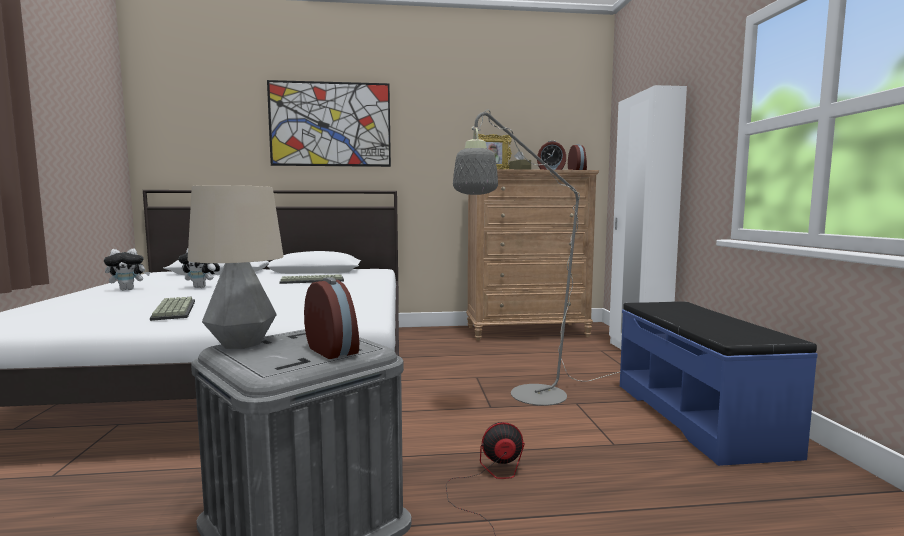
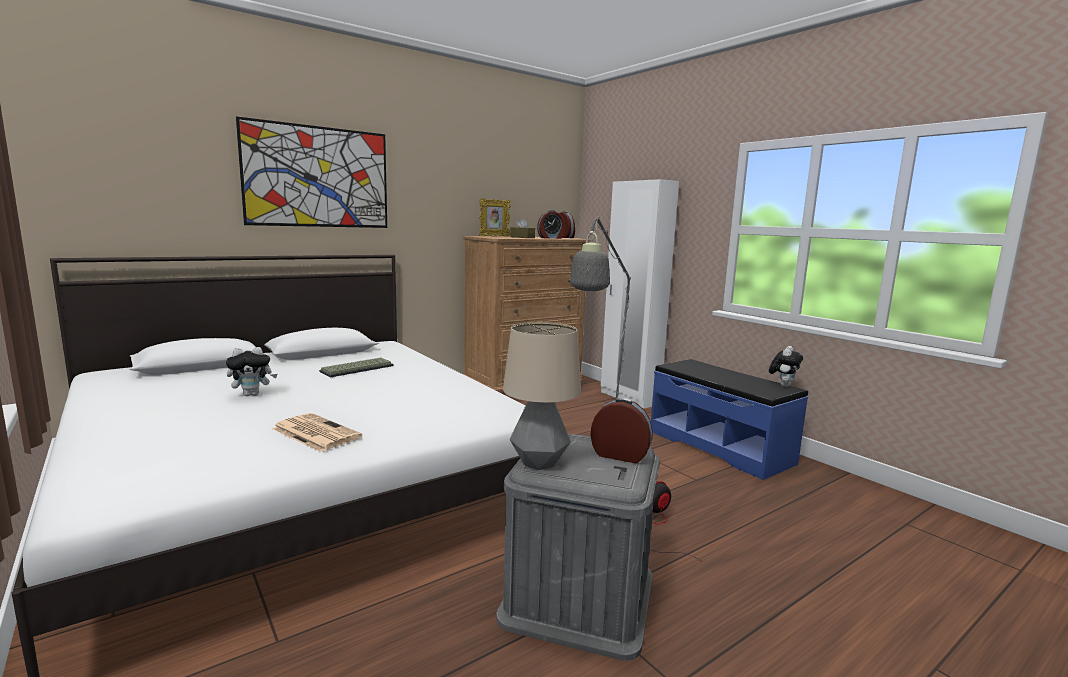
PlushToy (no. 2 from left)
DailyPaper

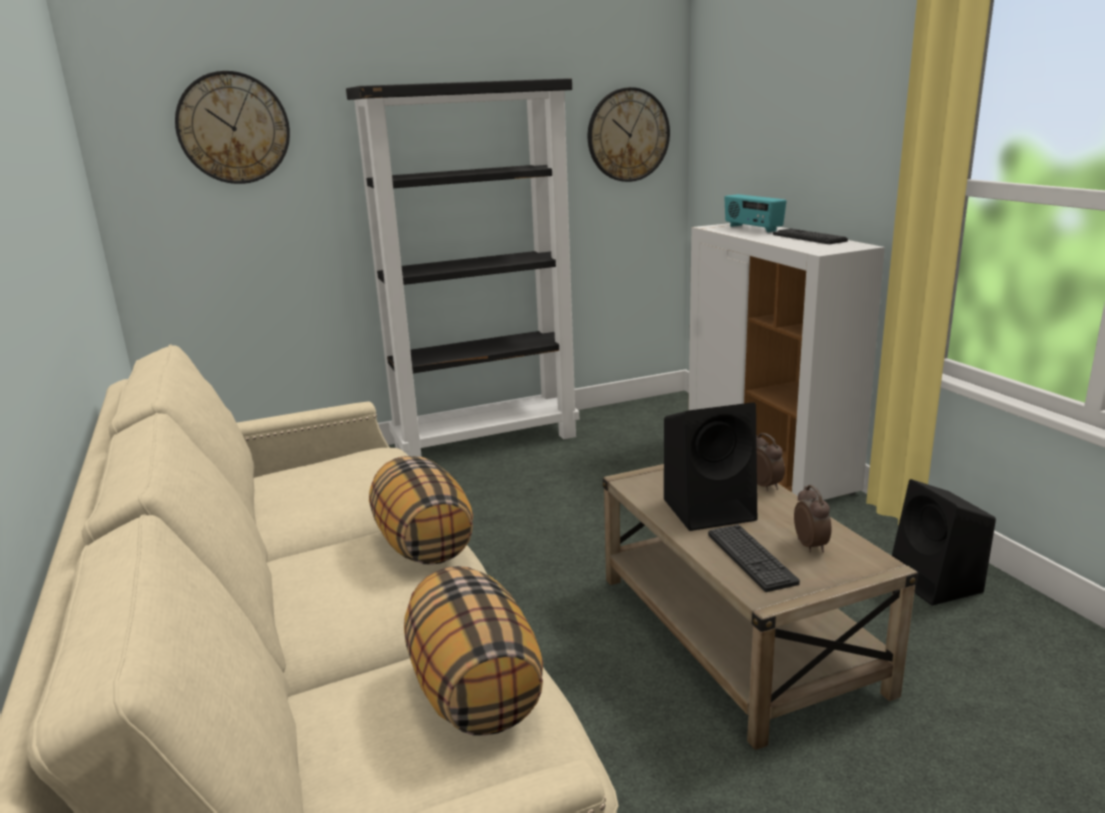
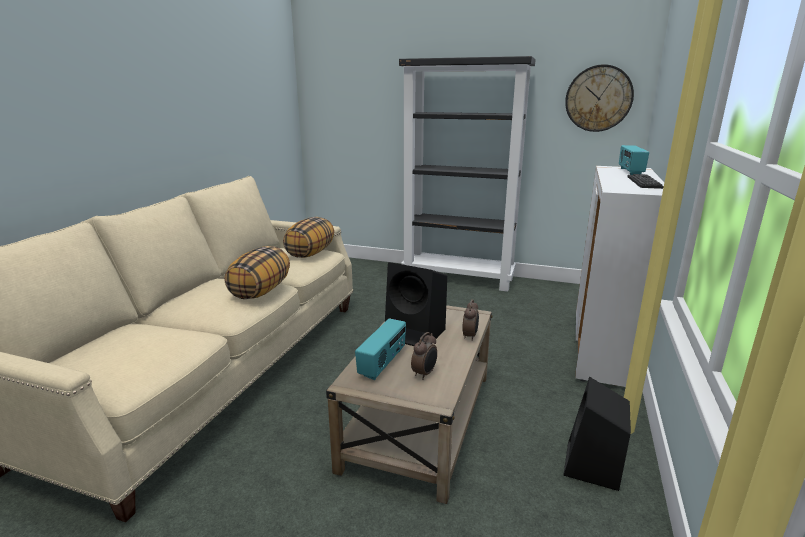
HangingClock (no. 1 from left in the first image)
Pillow (no. 2 from left)
RadioSet (no. 1 from left)

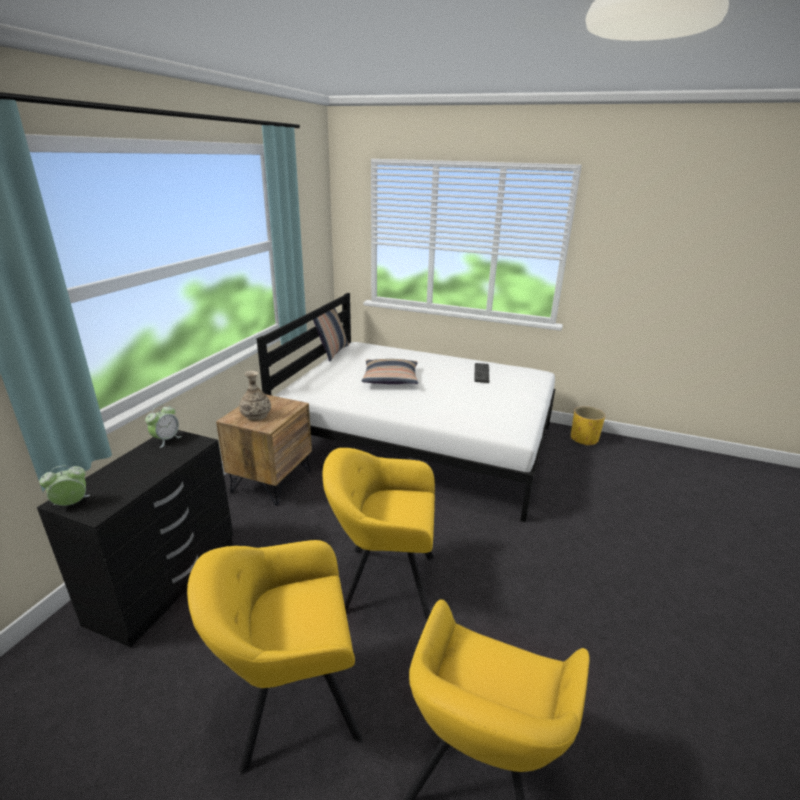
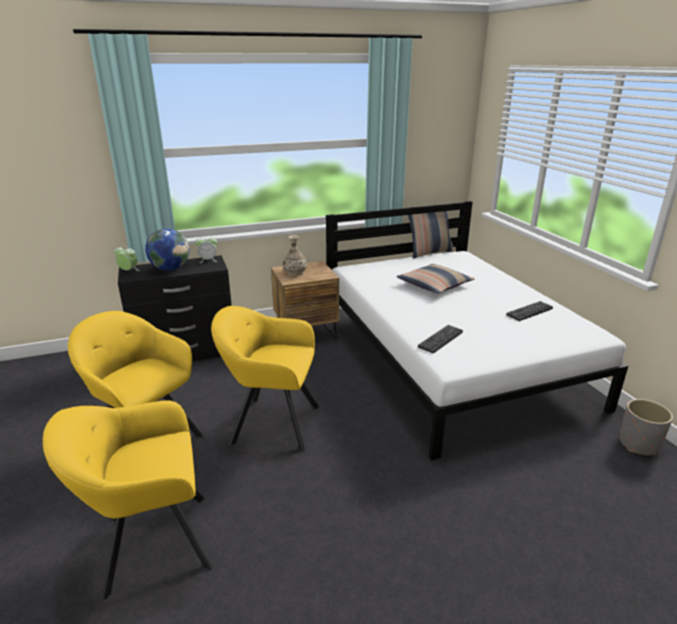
YellowishArmchair (no. 3 from left)
GrayPlantPot
DeskGlobe
Keyboard (no. 1 from left)

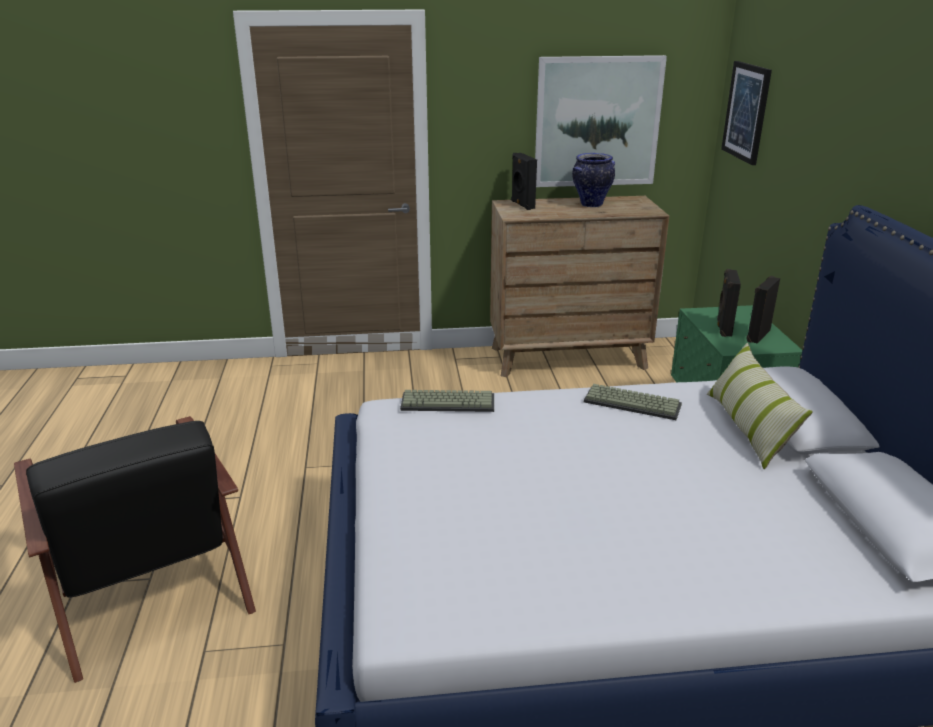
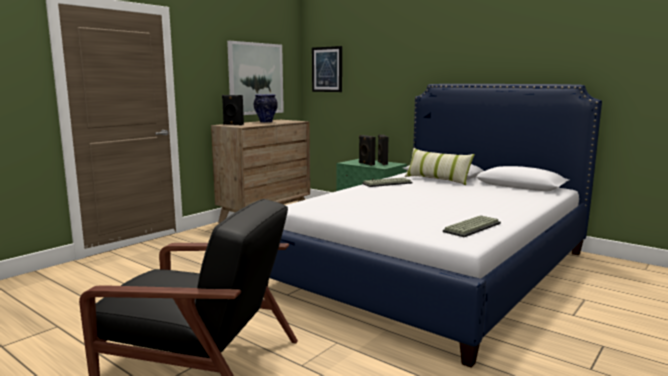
Keyboard (no. 2 from left)

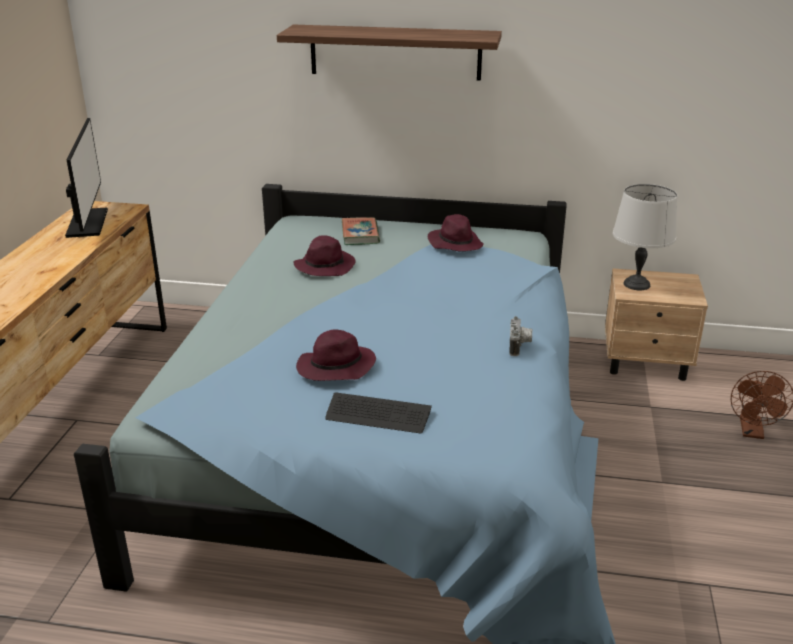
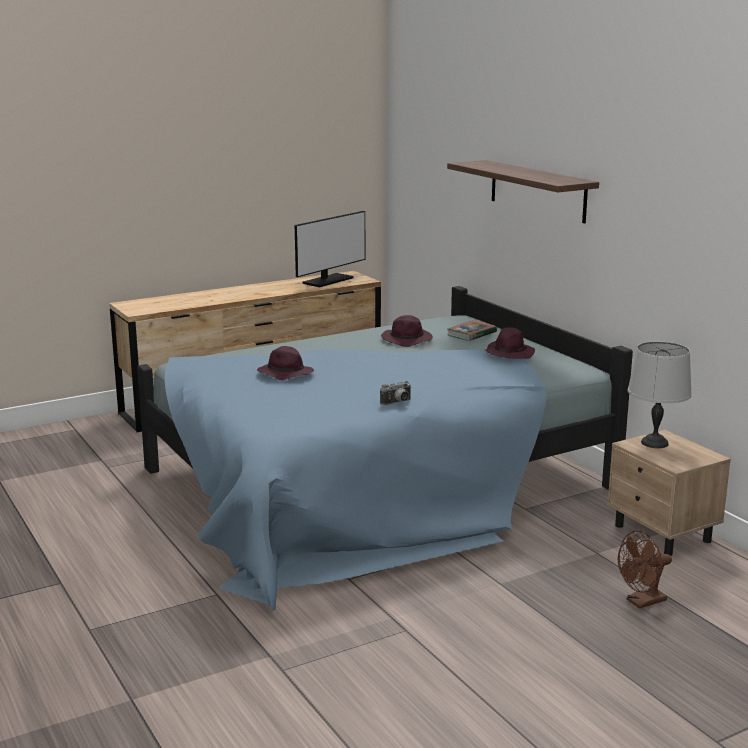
Keyboard

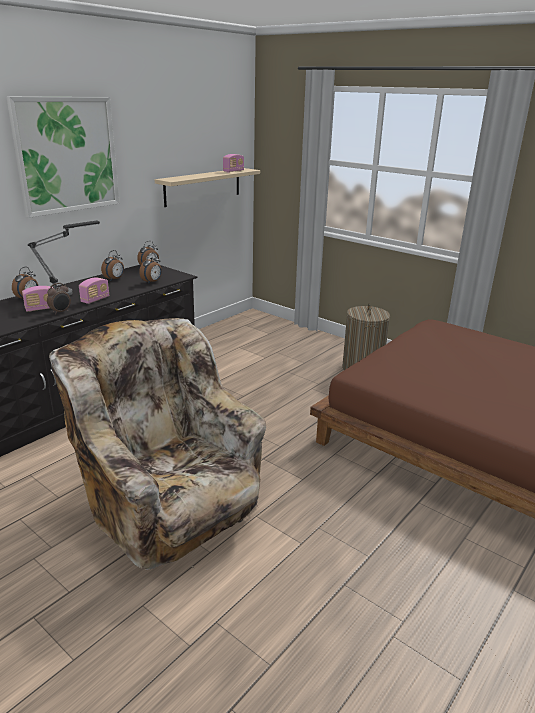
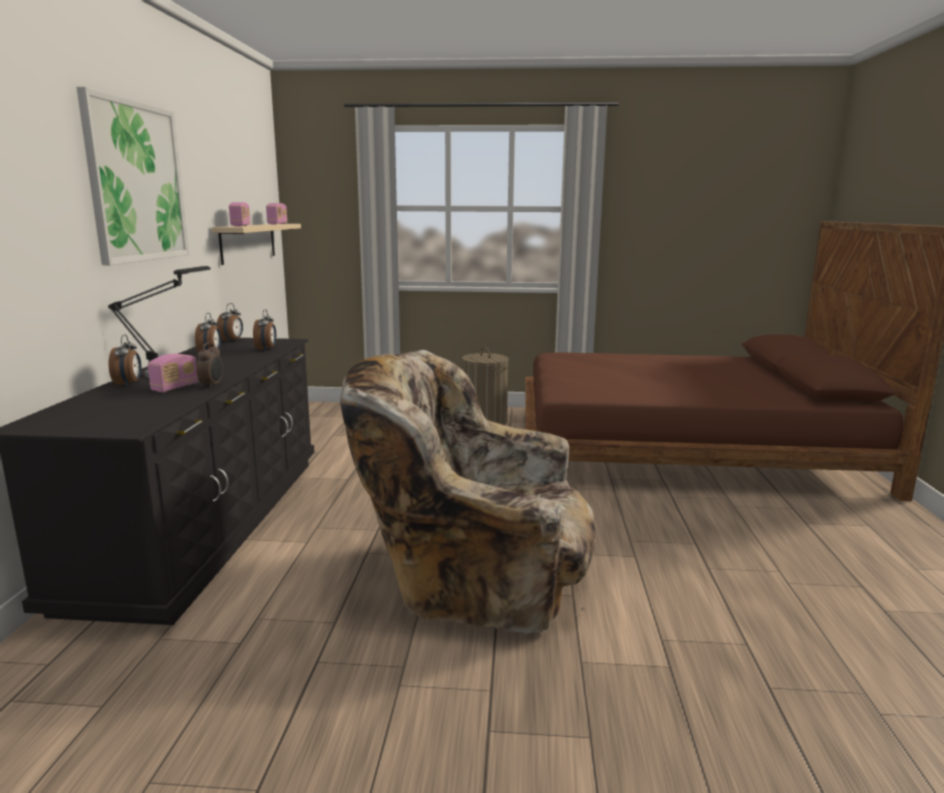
RadioSet (no. 2 from left)

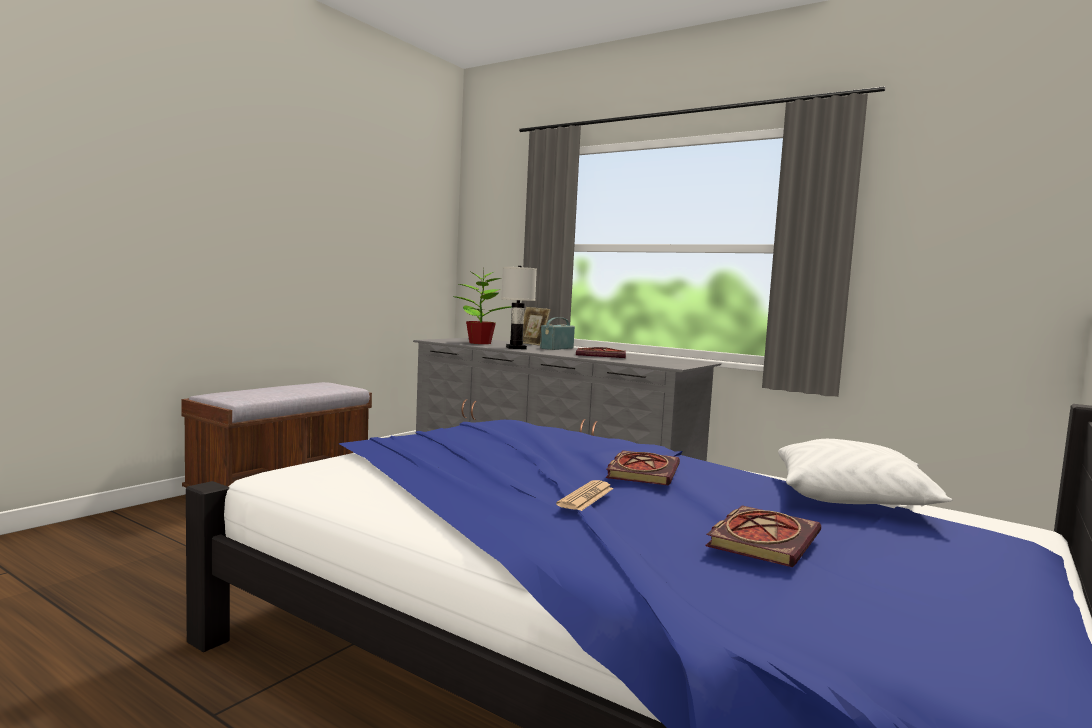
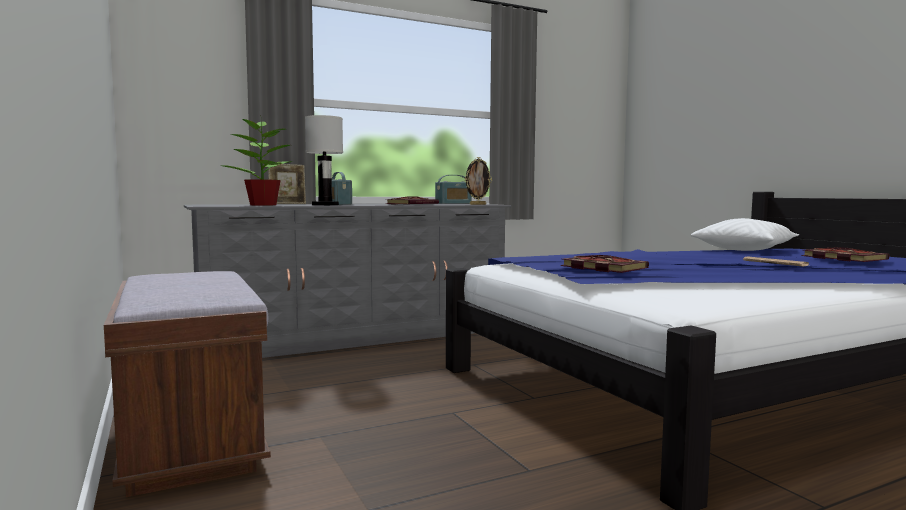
Volume (no. 2 from left)
RadioSet (no. 2 from left)
PhotoFrame (no. 2 from left)

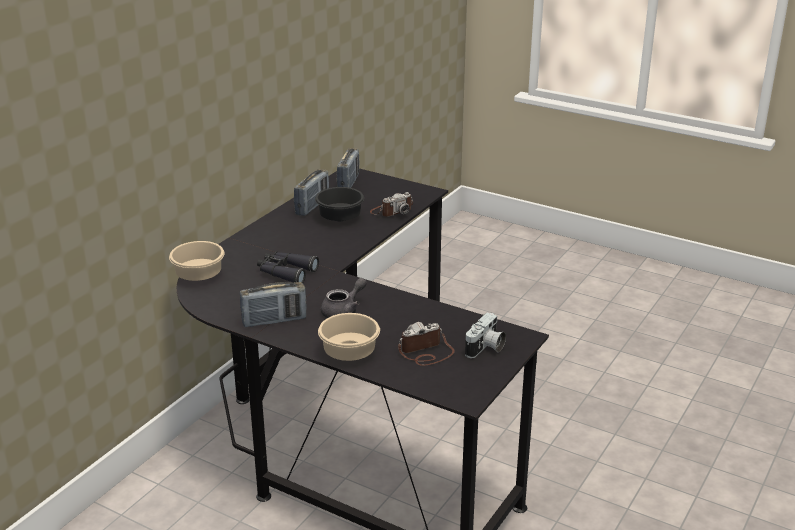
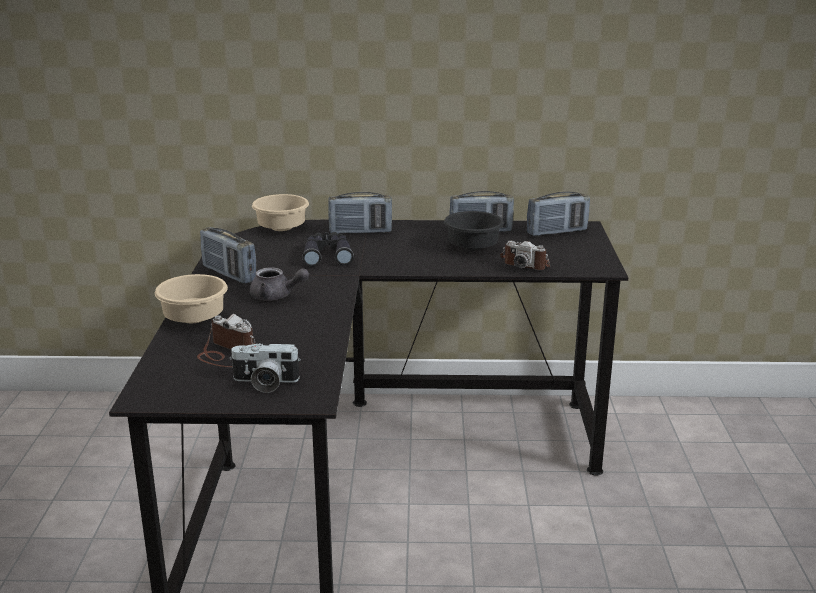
RadioSet (no. 2 from left)

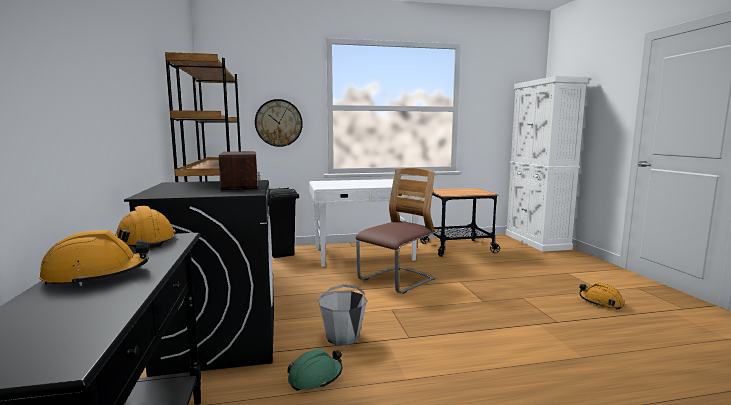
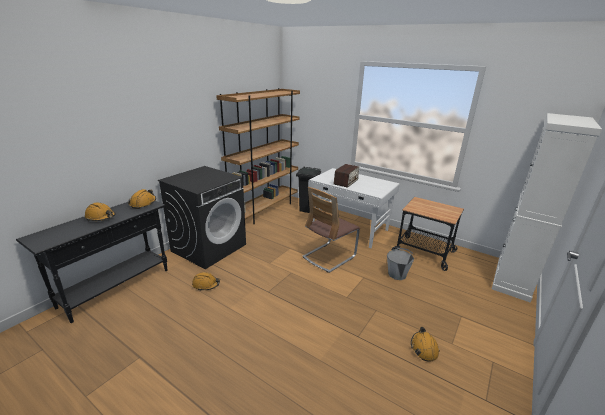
RadioSet
HangingClock
OrangeColouredSafetyHelmet (no. 3 from left)
GrayWaterBucket
UprightChair

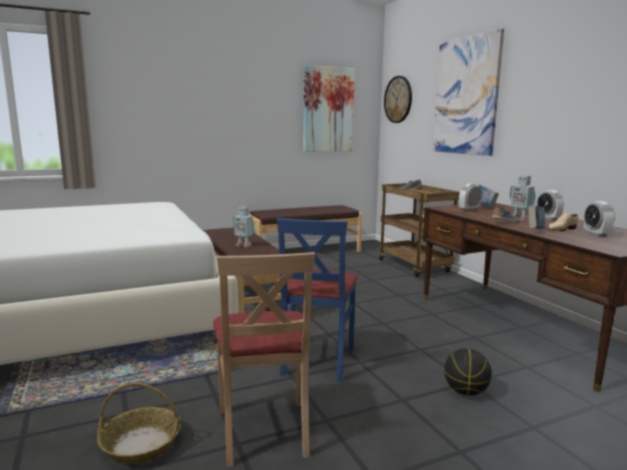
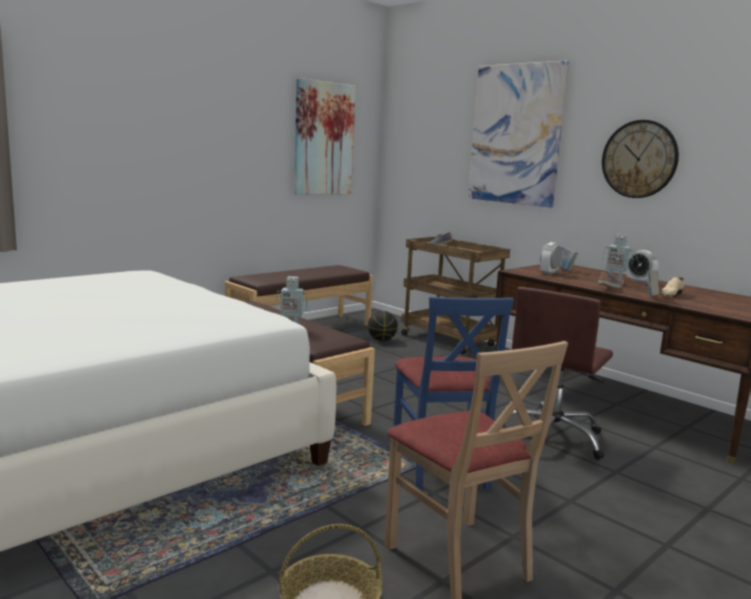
HangingClock
Basketball
AlarmClock (no. 3 from left in the first image)
BrownishOfficeChair

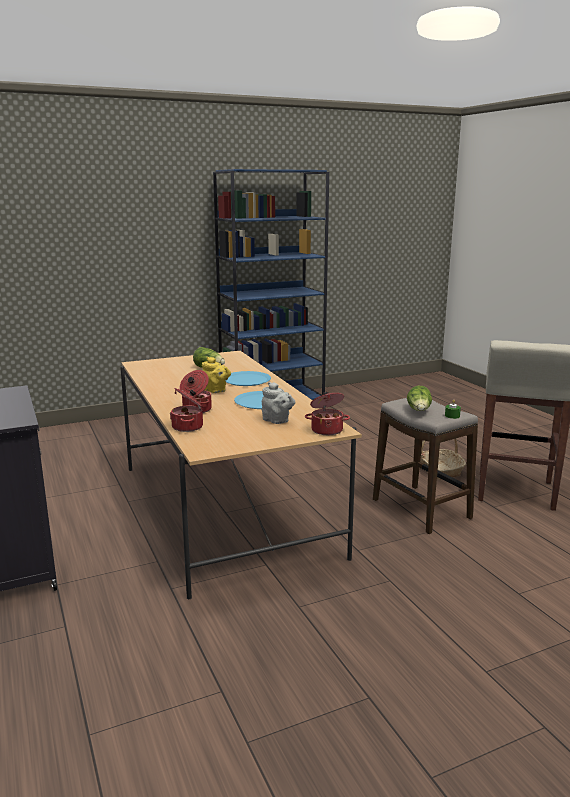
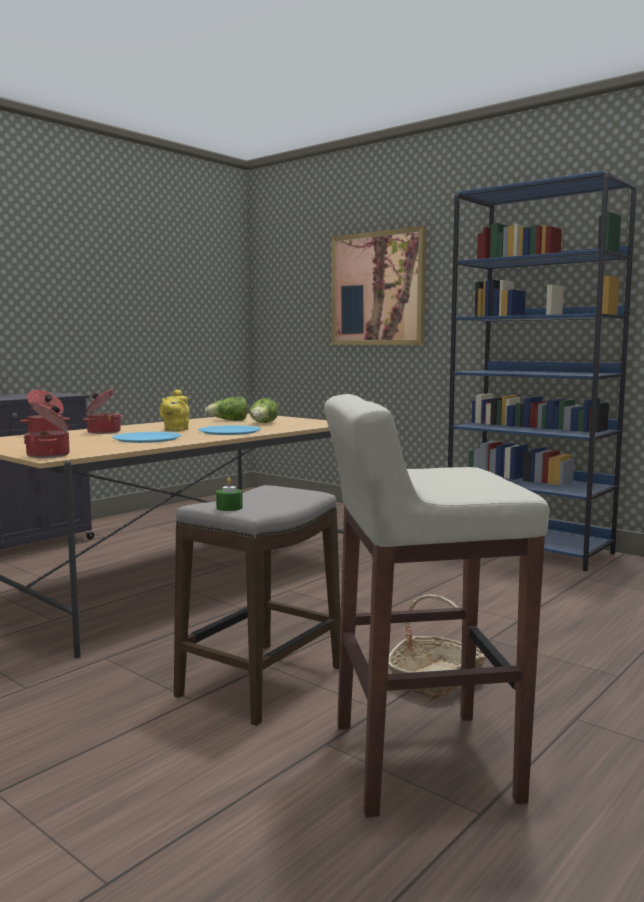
GrayPotForTea
Lettuce (no. 1 from left)
WallArt

